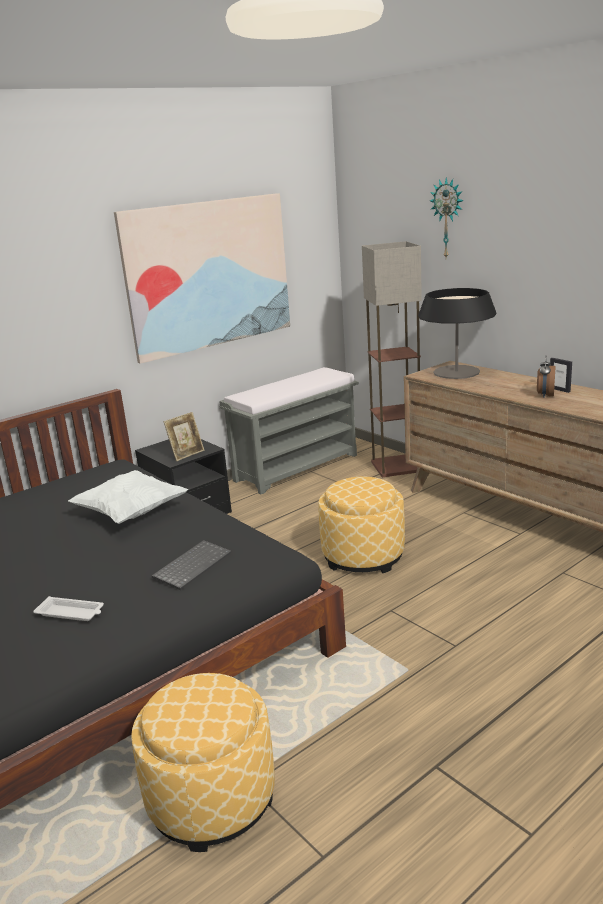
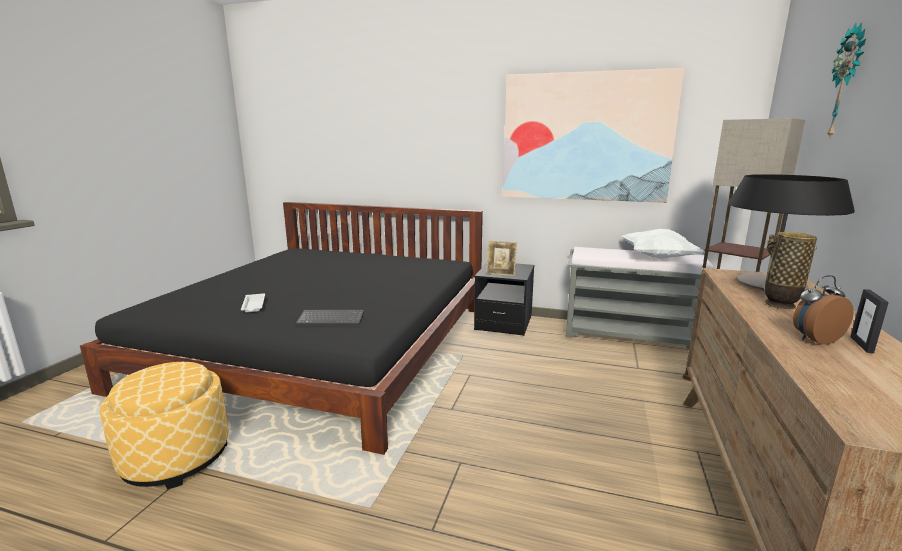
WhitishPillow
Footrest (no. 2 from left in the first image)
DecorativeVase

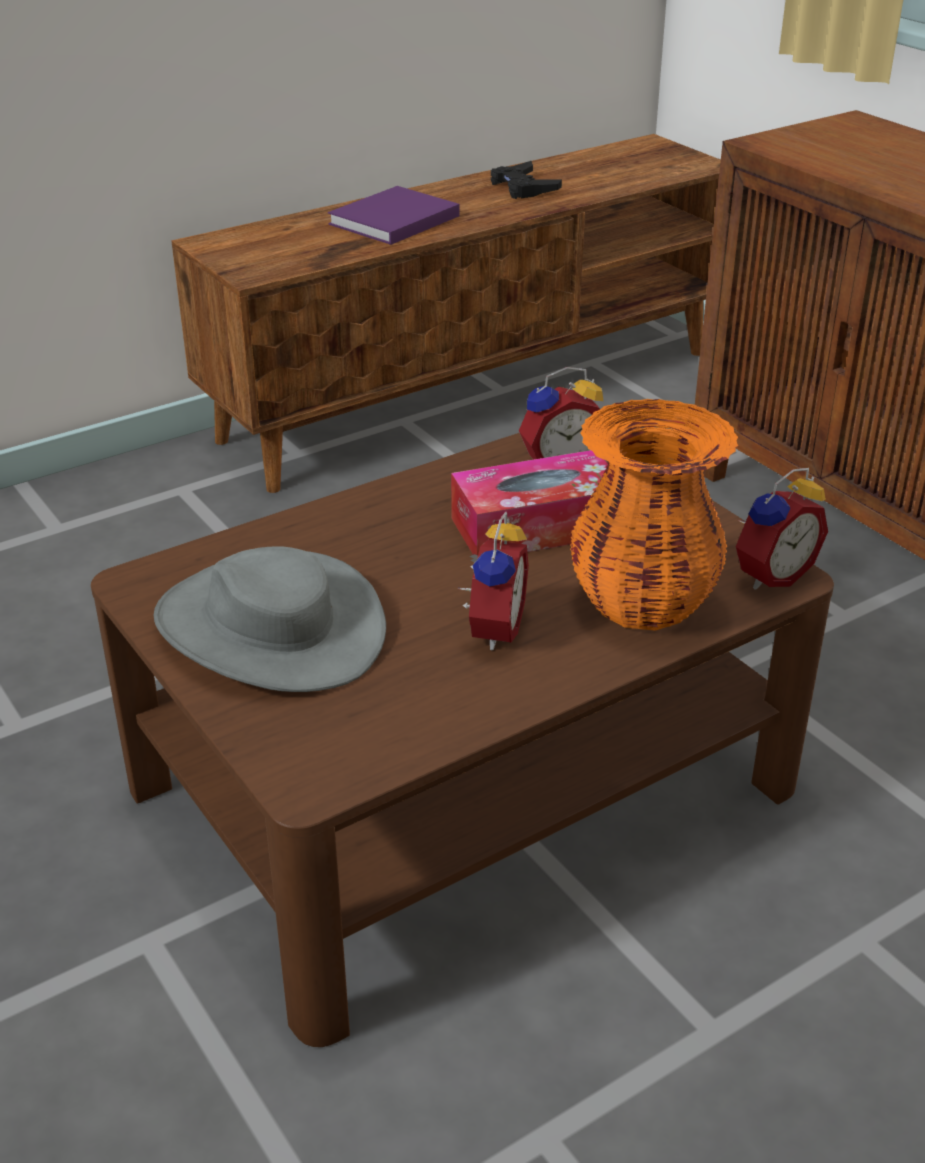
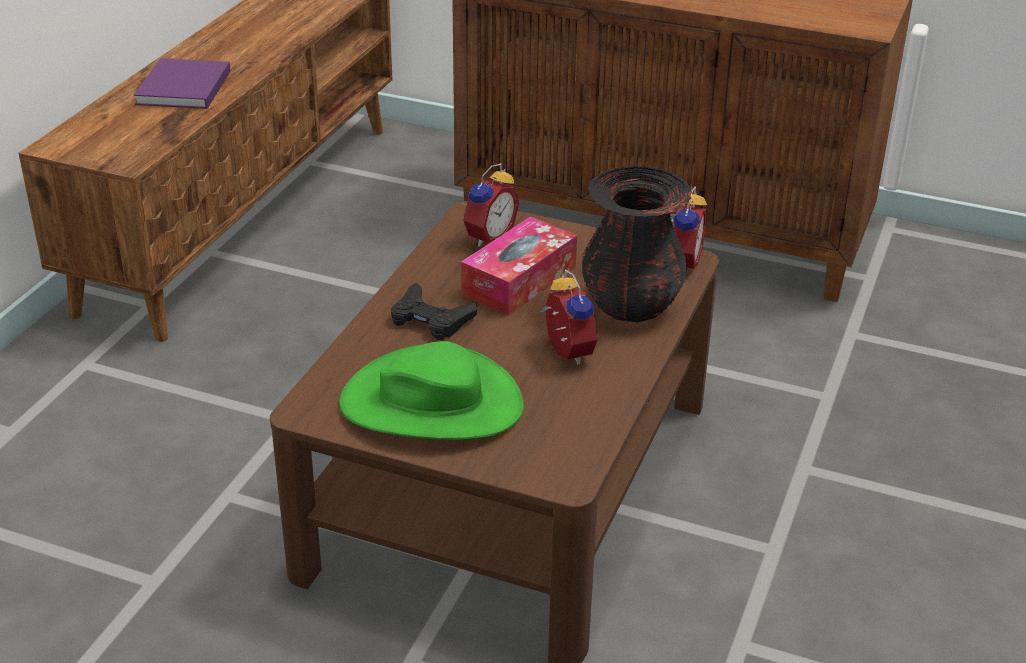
GreenishClothingHat
BlackJoypad
BlackDecorativeVase

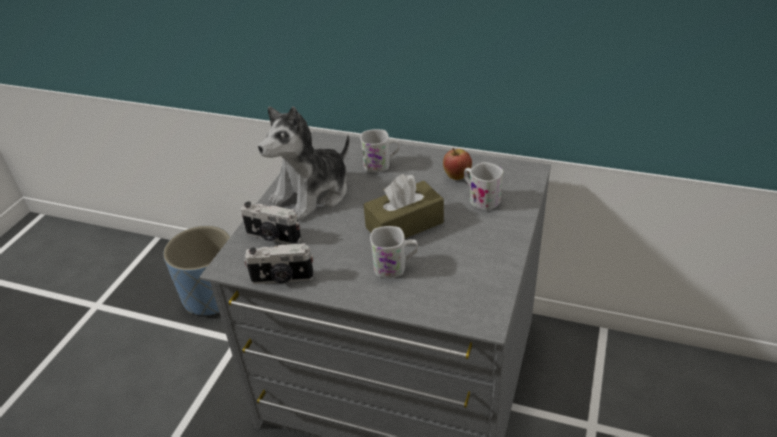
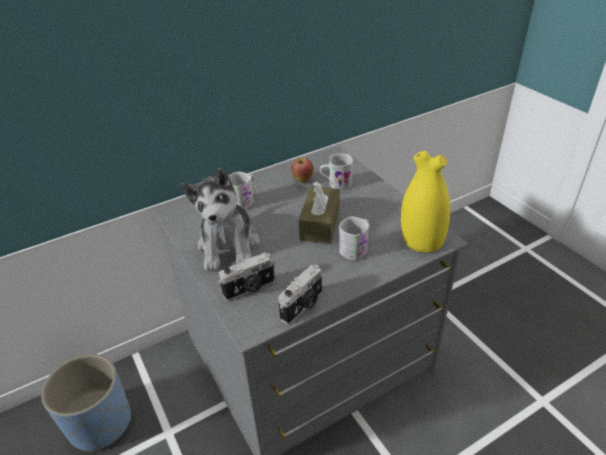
YellowishDecorativeVase

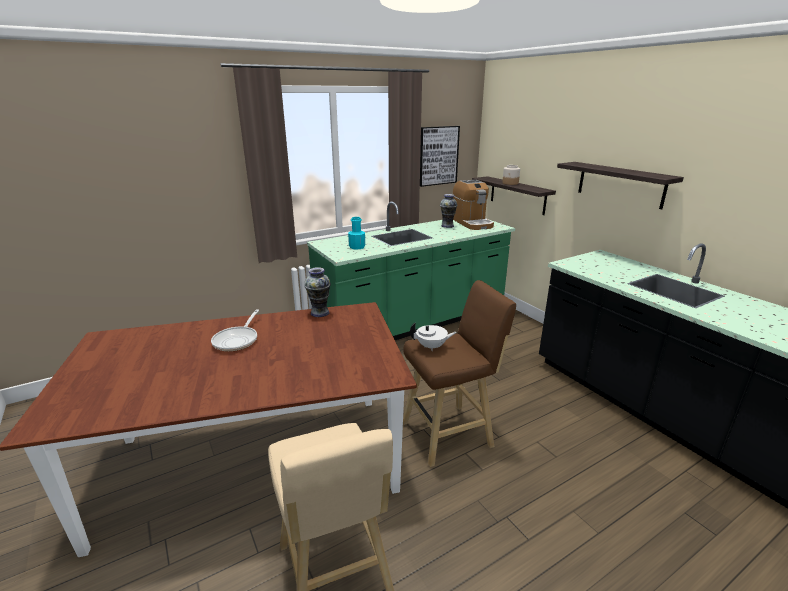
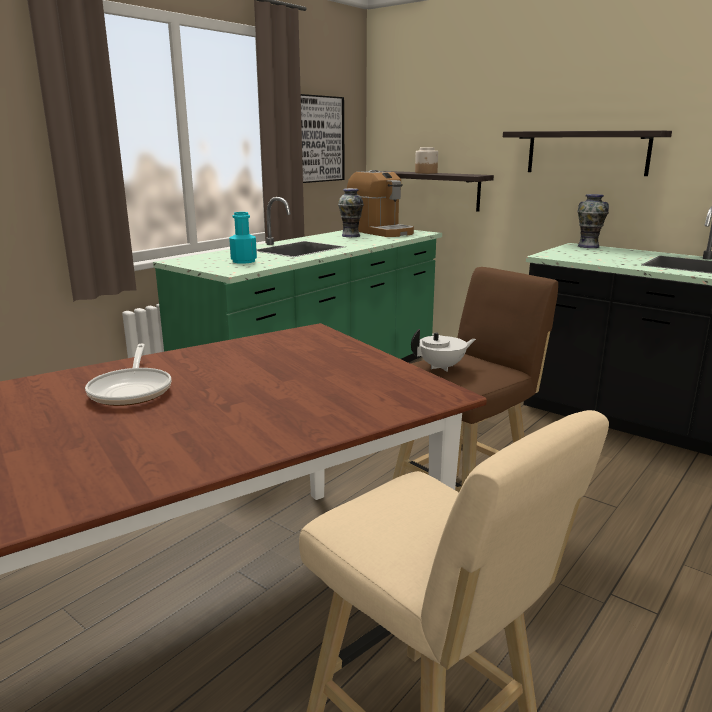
DecorativeVase (no. 2 from left)

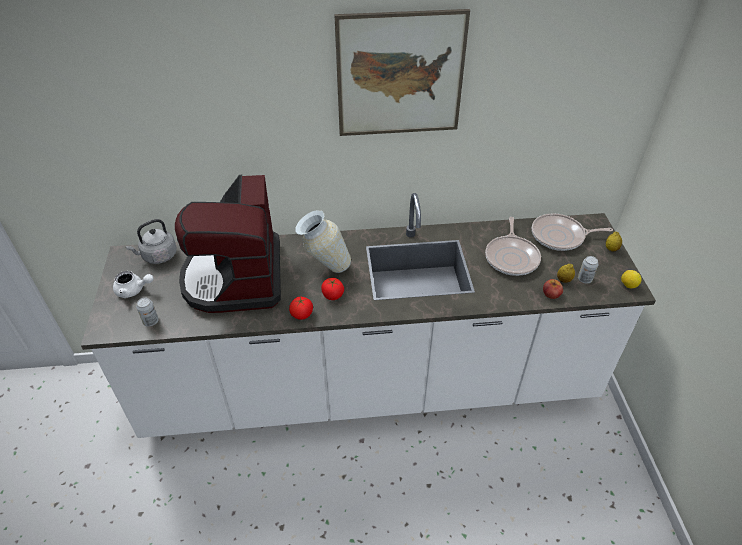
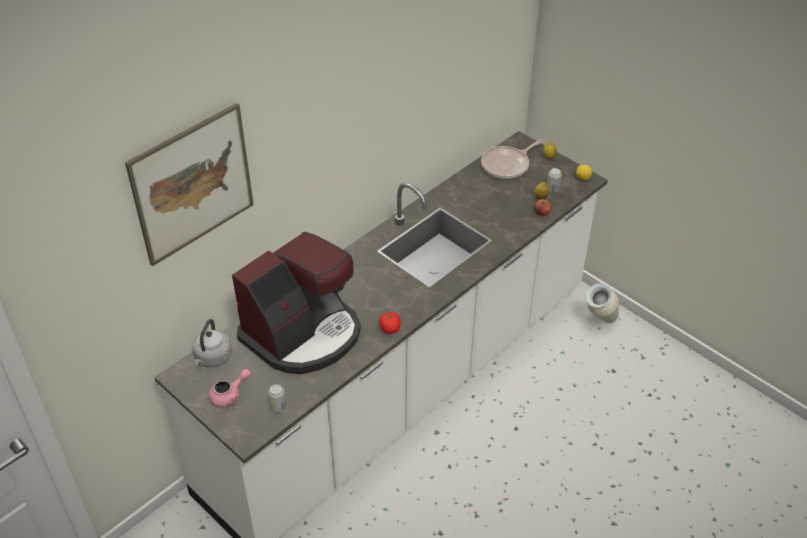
PinkishPotForTea
CoffeeMaker
DecorativeVase
WholeTomato (no. 2 from left in the first image)
WallArt
Skillet (no. 1 from left in the first image)

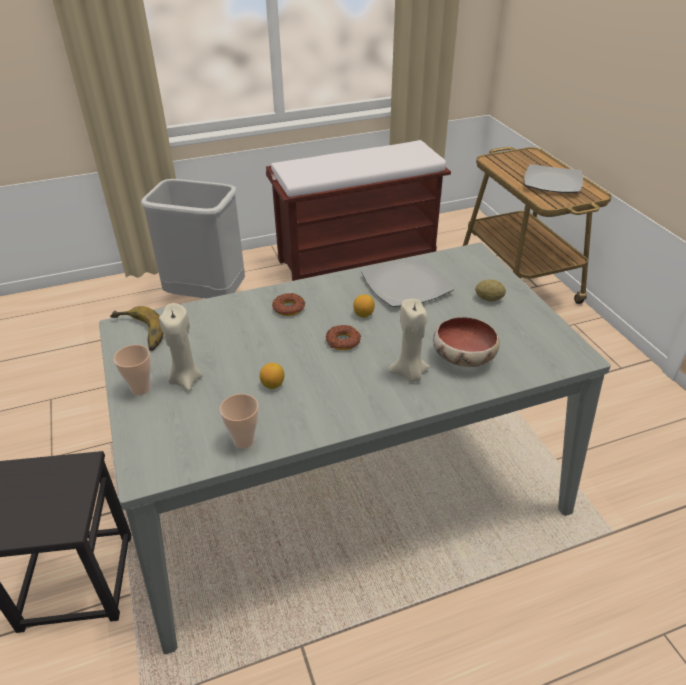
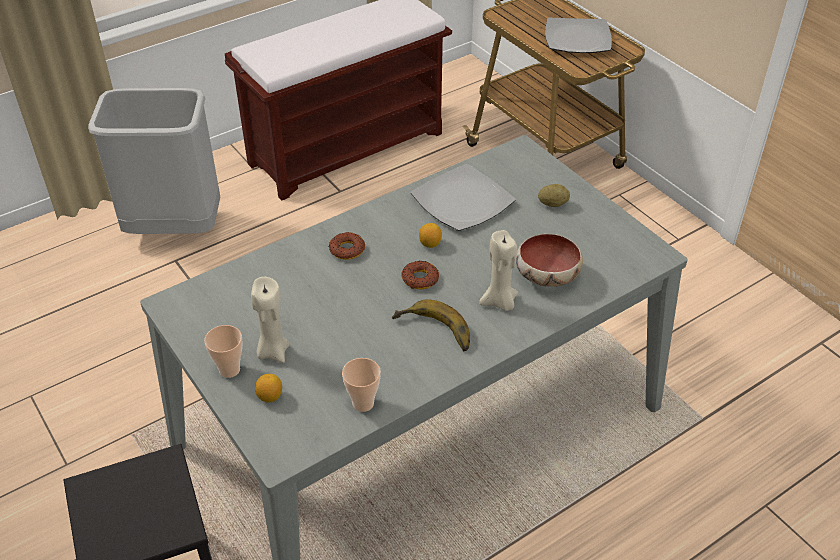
Banana
Lemon (no. 1 from left)

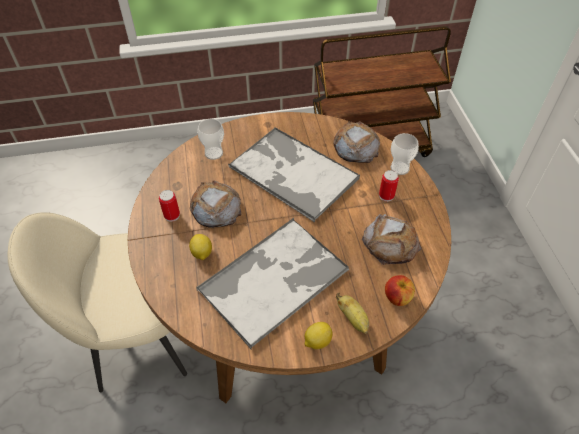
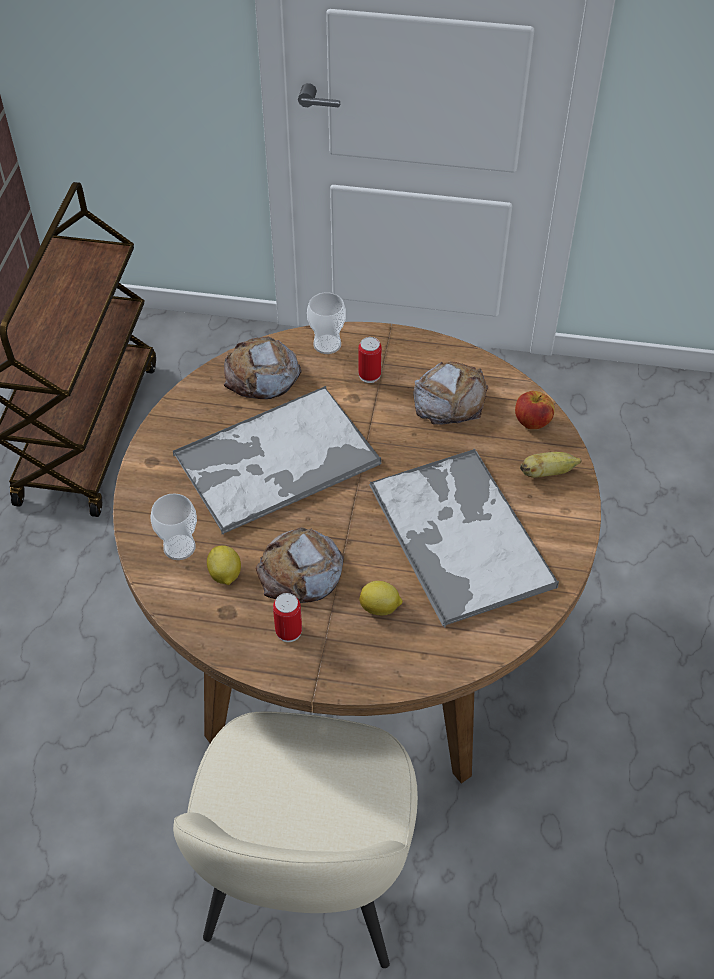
Lemon (no. 1 from left)

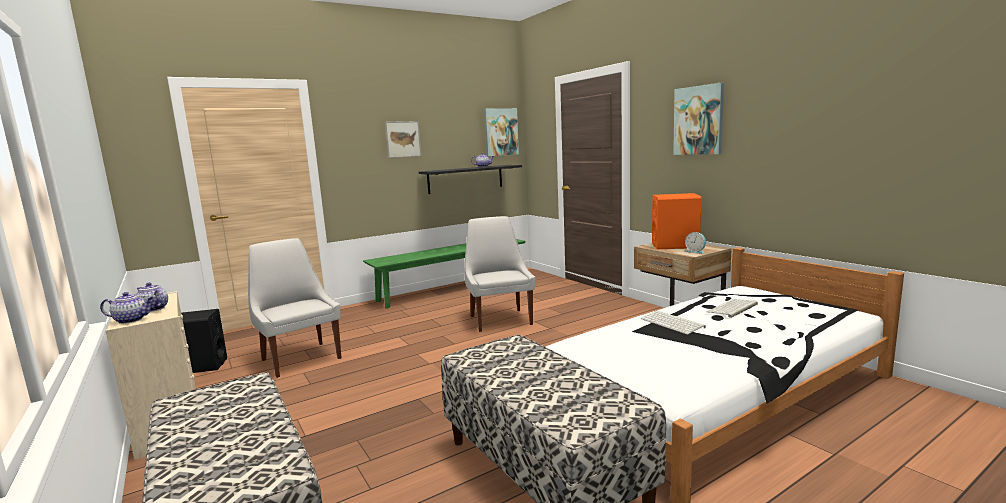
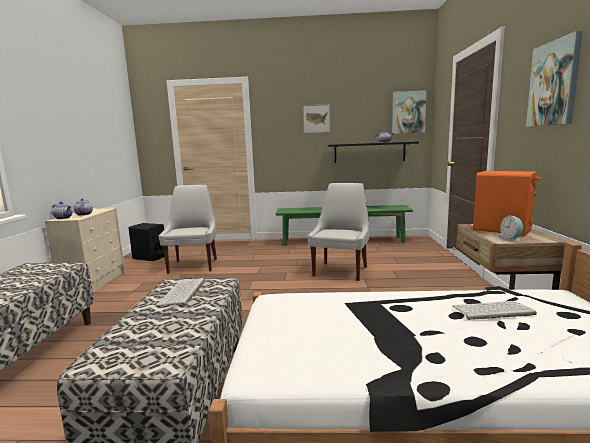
Keyboard (no. 1 from left)

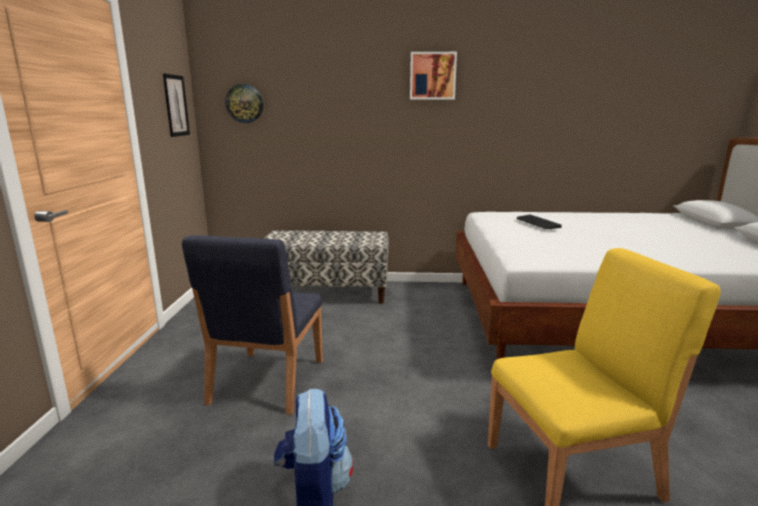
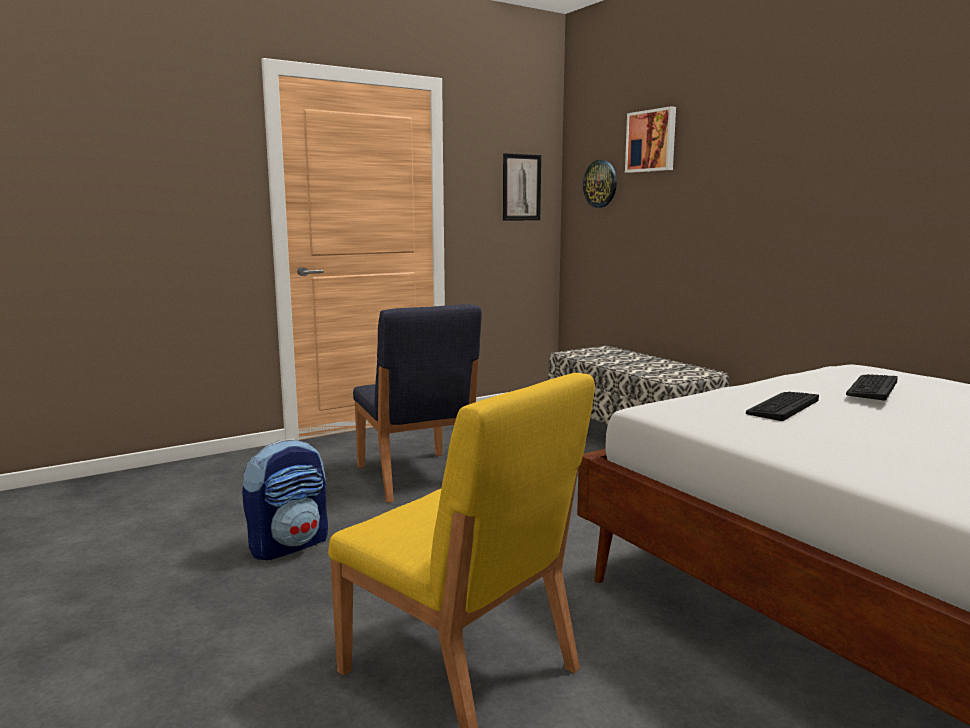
BlueUprightChair
WallArt (no. 2 from left)
Keyboard (no. 1 from left)

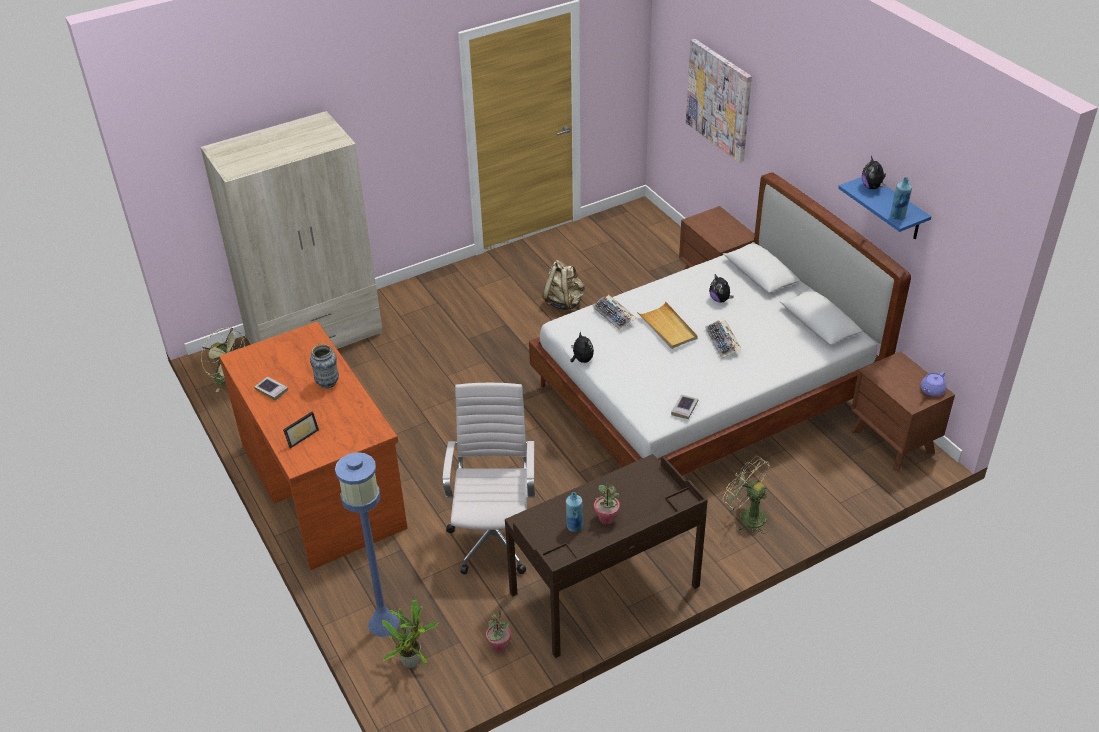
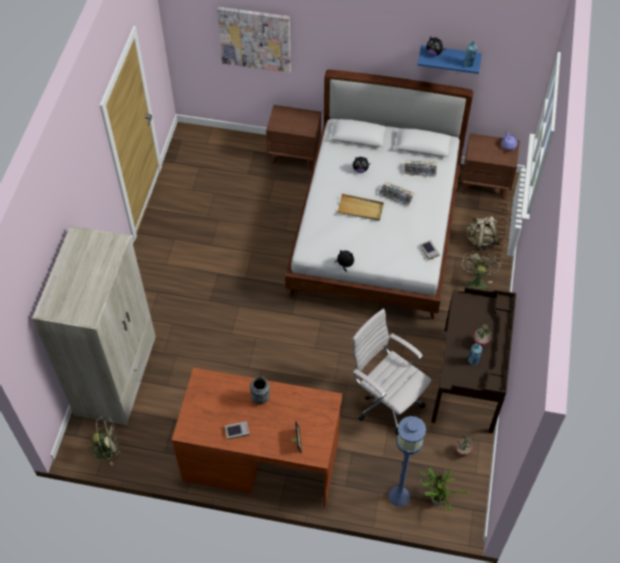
BeigeColouredRucksack
Keyboard (no. 2 from left)
GreenishFan (no. 2 from left)

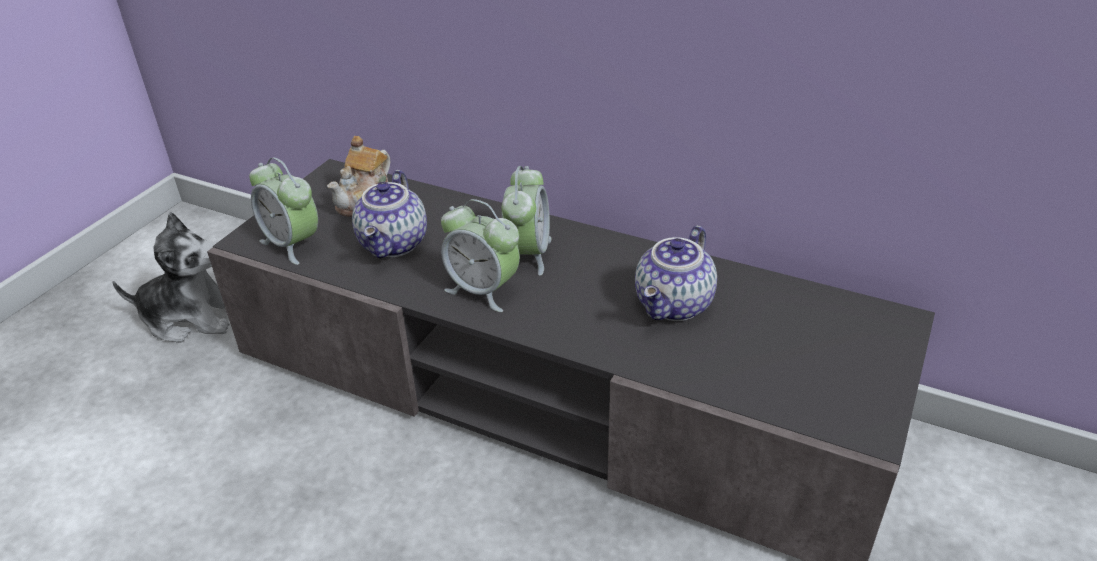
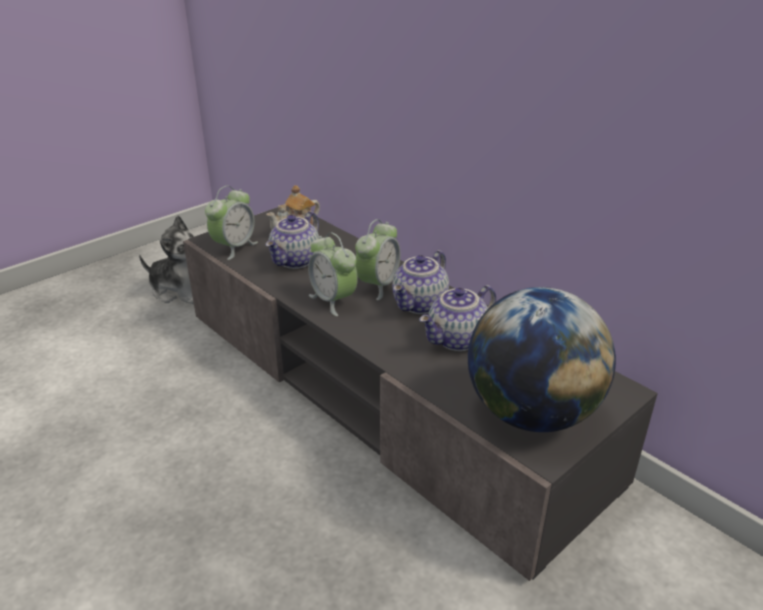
AlarmClock (no. 1 from left)
PotForTea (no. 3 from left)
DeskGlobe

